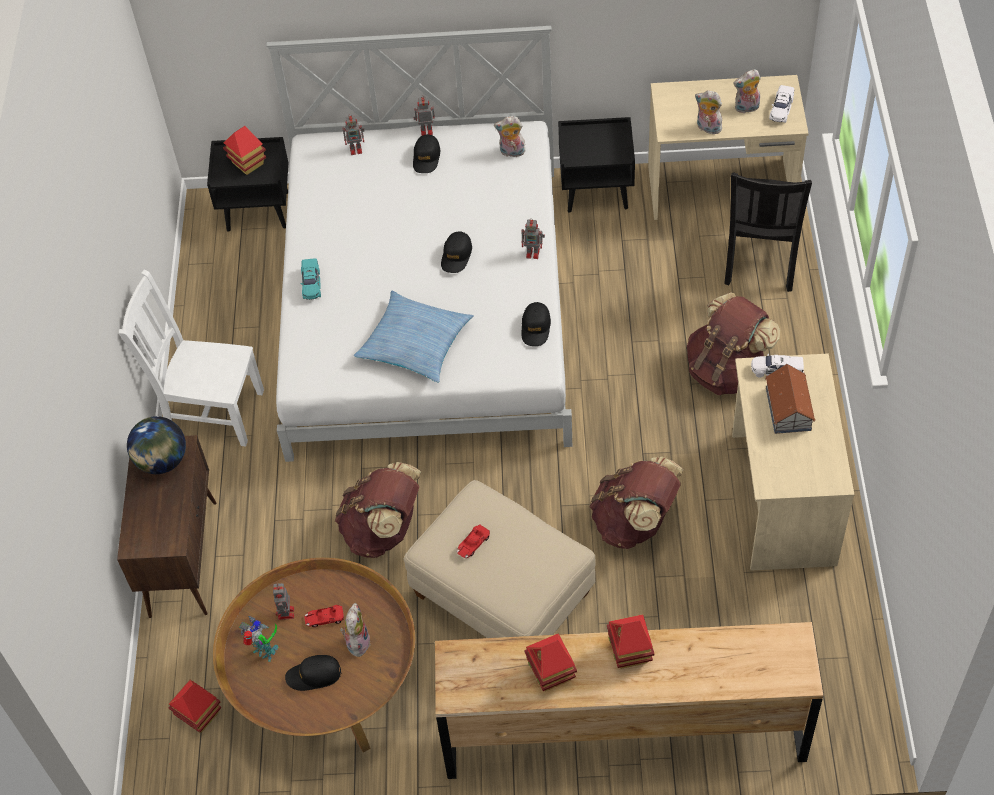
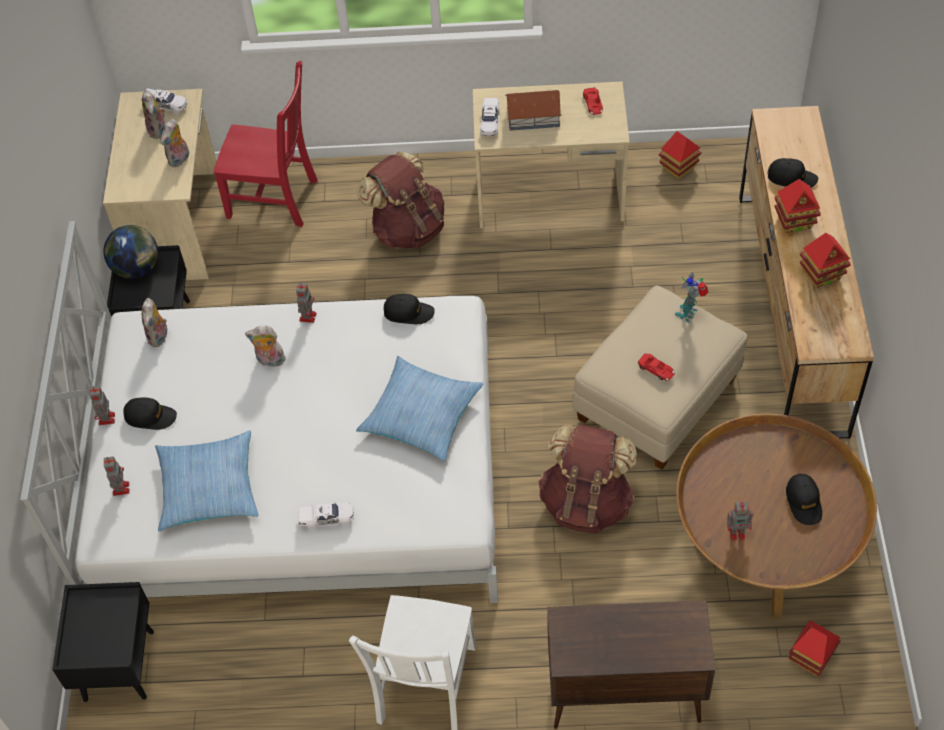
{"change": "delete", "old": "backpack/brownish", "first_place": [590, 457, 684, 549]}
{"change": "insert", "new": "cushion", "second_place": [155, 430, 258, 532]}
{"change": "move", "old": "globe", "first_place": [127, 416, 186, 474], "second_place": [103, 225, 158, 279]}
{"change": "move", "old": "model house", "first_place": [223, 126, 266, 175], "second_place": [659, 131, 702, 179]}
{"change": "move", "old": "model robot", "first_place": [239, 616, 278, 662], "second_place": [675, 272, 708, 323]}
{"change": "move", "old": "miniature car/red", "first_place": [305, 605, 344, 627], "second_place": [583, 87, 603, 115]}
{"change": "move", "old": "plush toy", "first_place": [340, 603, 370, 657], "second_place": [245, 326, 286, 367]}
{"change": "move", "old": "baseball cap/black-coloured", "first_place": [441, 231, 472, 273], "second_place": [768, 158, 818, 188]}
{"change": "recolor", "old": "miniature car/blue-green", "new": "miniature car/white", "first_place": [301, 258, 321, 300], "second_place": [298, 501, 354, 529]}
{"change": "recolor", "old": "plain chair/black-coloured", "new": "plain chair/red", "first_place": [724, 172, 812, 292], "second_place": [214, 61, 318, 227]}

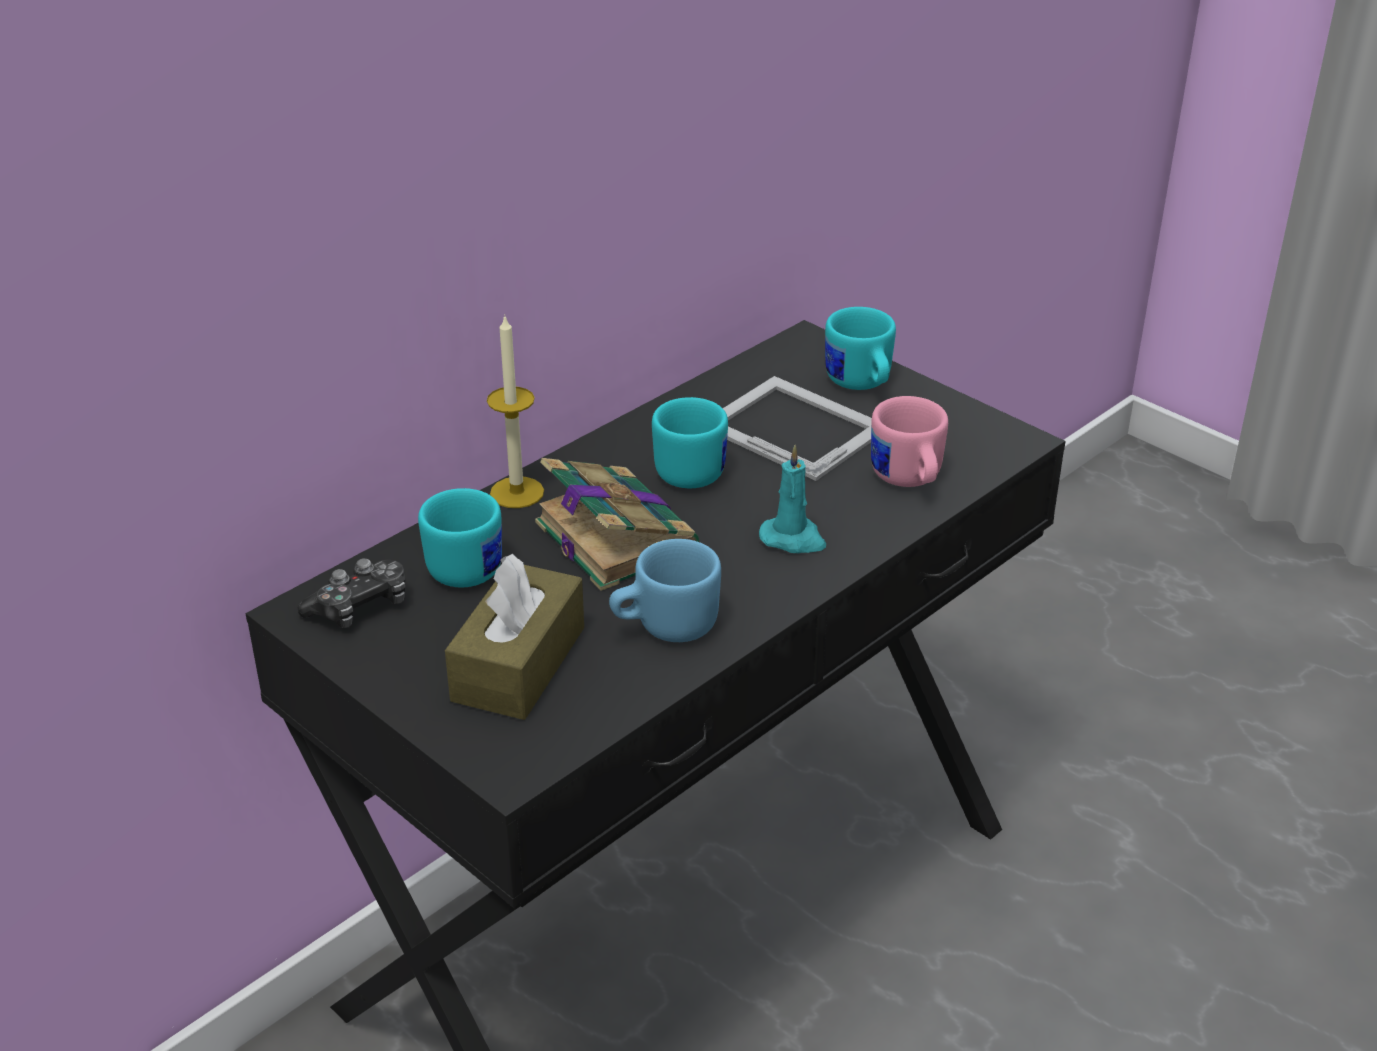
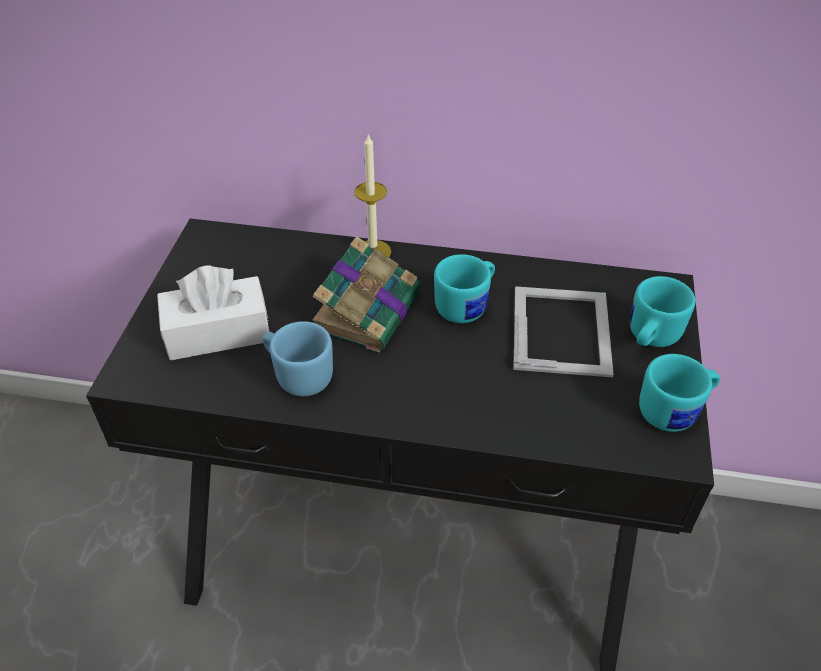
{"change": "delete", "old": "joypad", "first_place": [297, 558, 405, 628]}
{"change": "delete", "old": "wax candle/blue-green", "first_place": [759, 445, 826, 553]}
{"change": "delete", "old": "mug/pink", "first_place": [871, 396, 948, 487]}
{"change": "move", "old": "mug/blue-green", "first_place": [418, 488, 502, 587], "second_place": [639, 354, 720, 432]}
{"change": "recolor", "old": "tissue holder/brownish", "new": "tissue holder/white", "first_place": [445, 554, 584, 720], "second_place": [157, 265, 269, 360]}

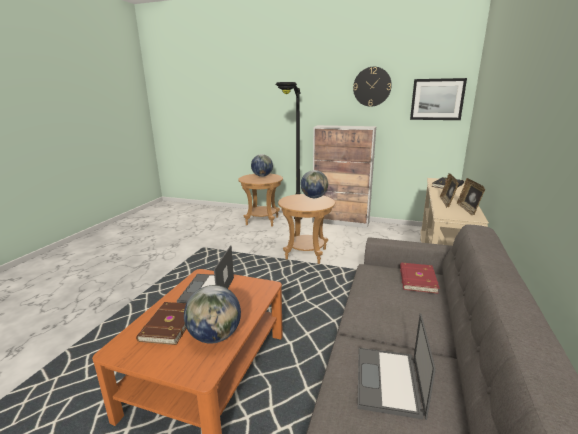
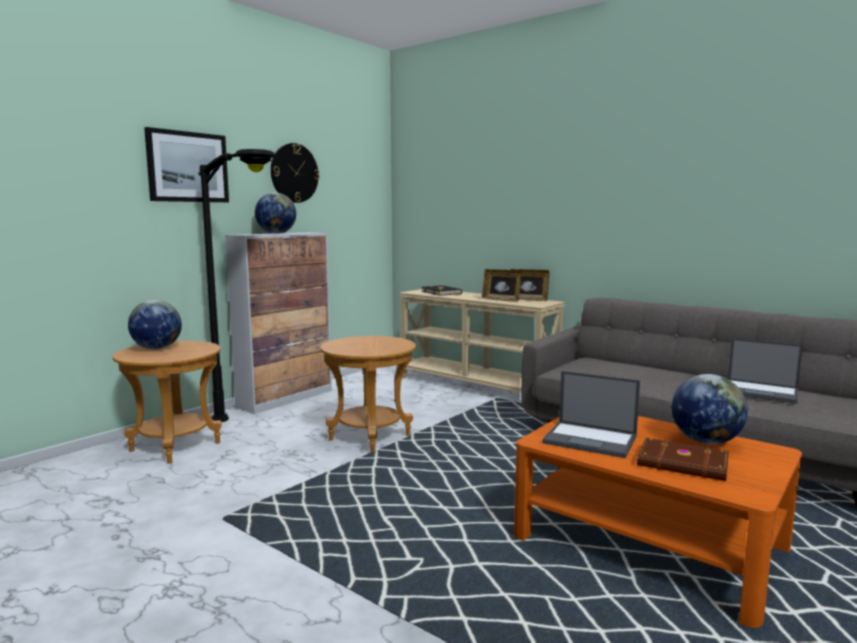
{"change": "delete", "old": "book/red", "first_place": [400, 263, 439, 294]}
{"change": "move", "old": "globe", "first_place": [301, 170, 328, 198], "second_place": [255, 192, 296, 234]}
{"change": "move", "old": "picture", "first_place": [410, 78, 467, 120], "second_place": [144, 127, 229, 202]}

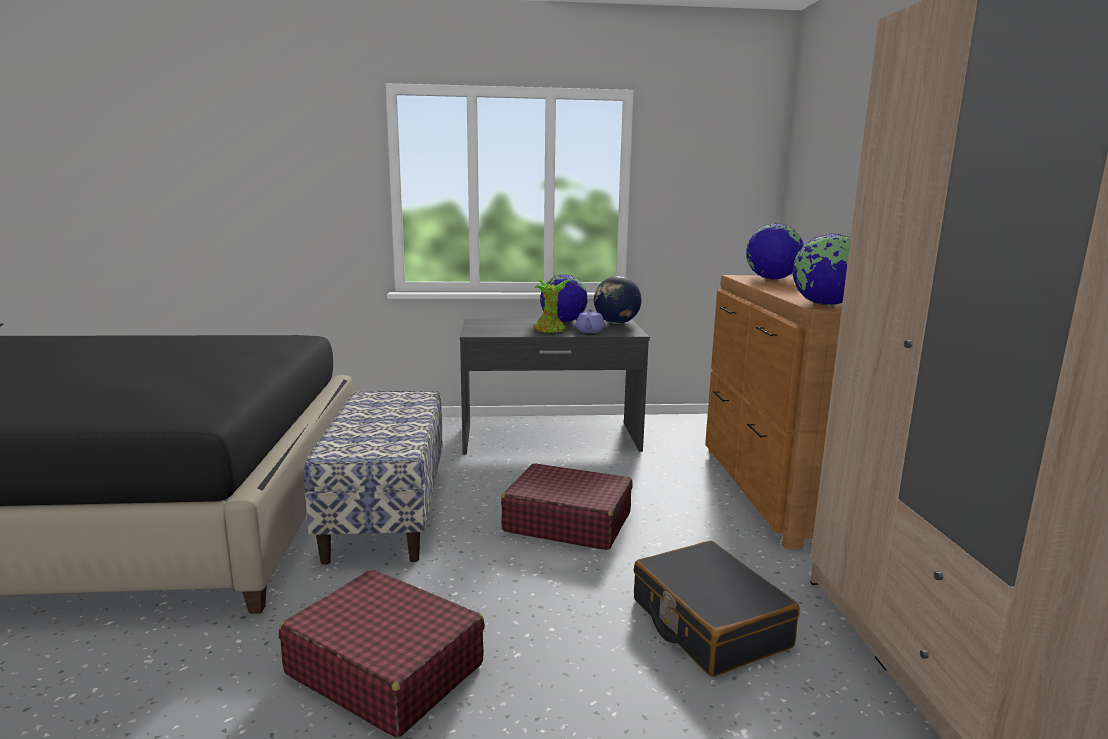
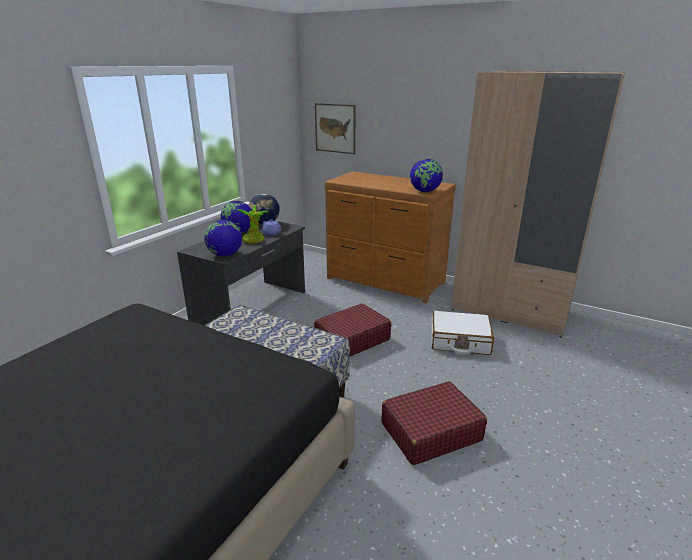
{"change": "insert", "new": "picture", "second_place": [315, 103, 355, 154]}
{"change": "move", "old": "globe", "first_place": [746, 223, 804, 279], "second_place": [204, 220, 242, 257]}
{"change": "recolor", "old": "travel case/black-coloured", "new": "travel case/white", "first_place": [634, 540, 800, 677], "second_place": [432, 311, 494, 355]}

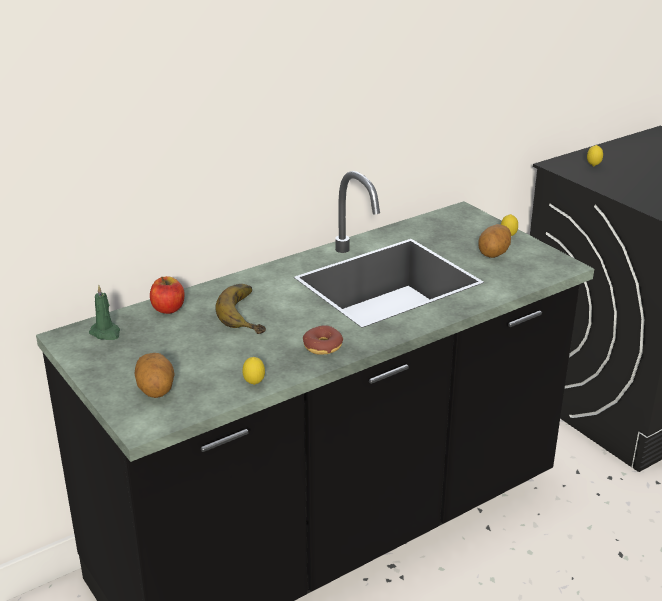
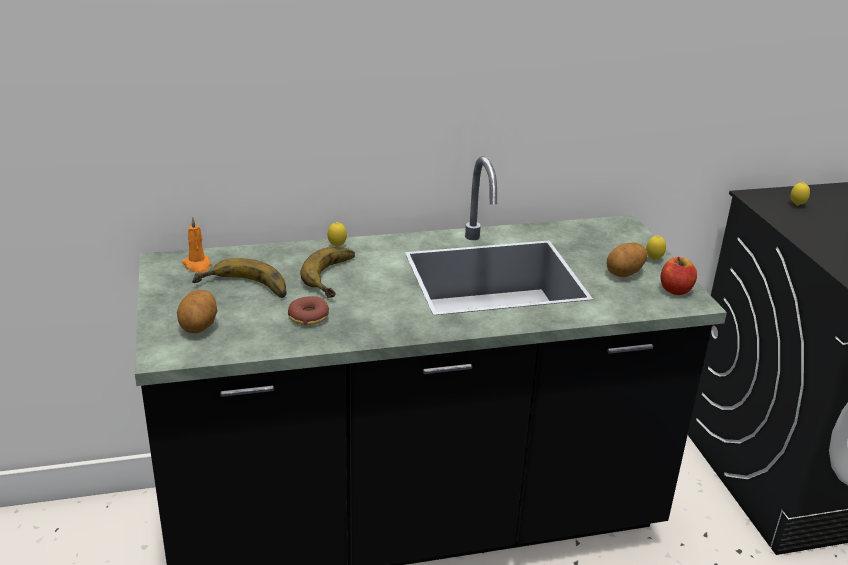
{"change": "insert", "new": "banana fruit", "second_place": [192, 258, 286, 298]}
{"change": "move", "old": "apple", "first_place": [150, 276, 185, 314], "second_place": [660, 257, 697, 295]}
{"change": "move", "old": "citrus fruit", "first_place": [243, 357, 265, 385], "second_place": [328, 222, 347, 247]}
{"change": "move", "old": "ring doughnut", "first_place": [303, 325, 343, 355], "second_place": [288, 296, 329, 325]}
{"change": "recolor", "old": "wax candle/green-coloured", "new": "wax candle/orange", "first_place": [89, 285, 120, 340], "second_place": [182, 217, 211, 273]}

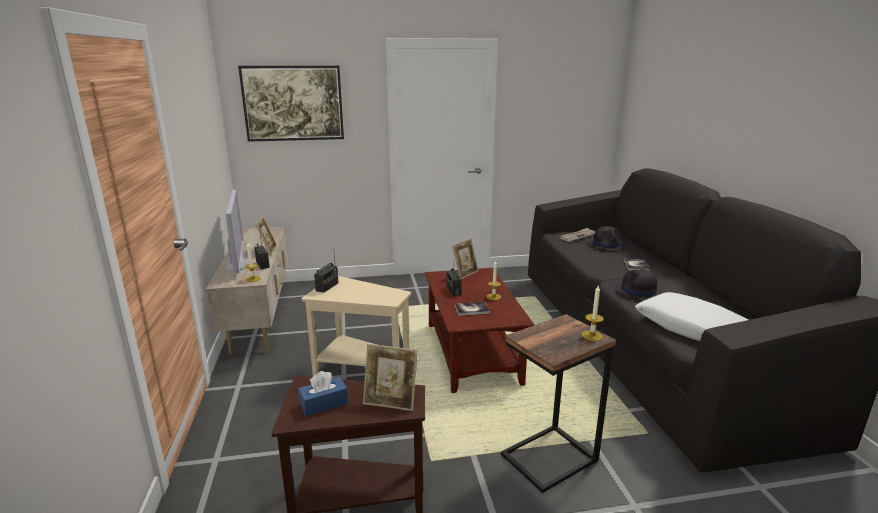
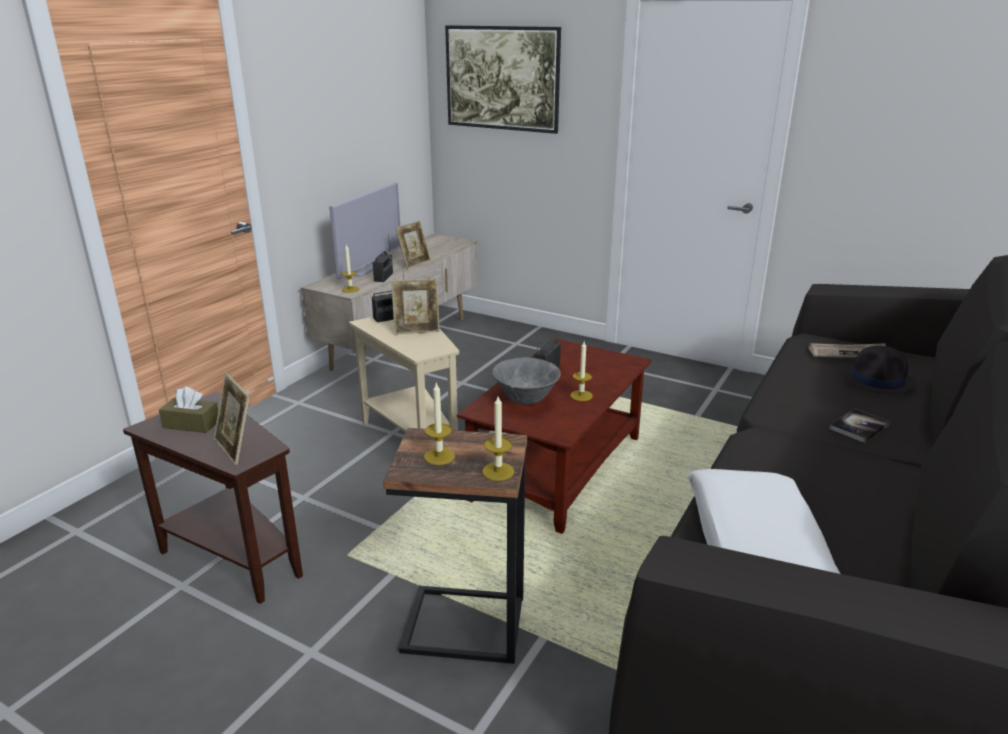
{"change": "delete", "old": "clothing hat/black-coloured", "first_place": [614, 269, 663, 300]}
{"change": "insert", "new": "wax candle", "second_place": [424, 383, 455, 465]}
{"change": "move", "old": "photo frame", "first_place": [452, 239, 479, 279], "second_place": [391, 279, 440, 335]}
{"change": "replace", "old": "book", "new": "serving bowl/gray", "first_place": [455, 302, 490, 316], "second_place": [492, 357, 561, 405]}
{"change": "recolor", "old": "tissue holder/blue-coloured", "new": "tissue holder/brownish", "first_place": [298, 371, 348, 416], "second_place": [159, 387, 218, 433]}

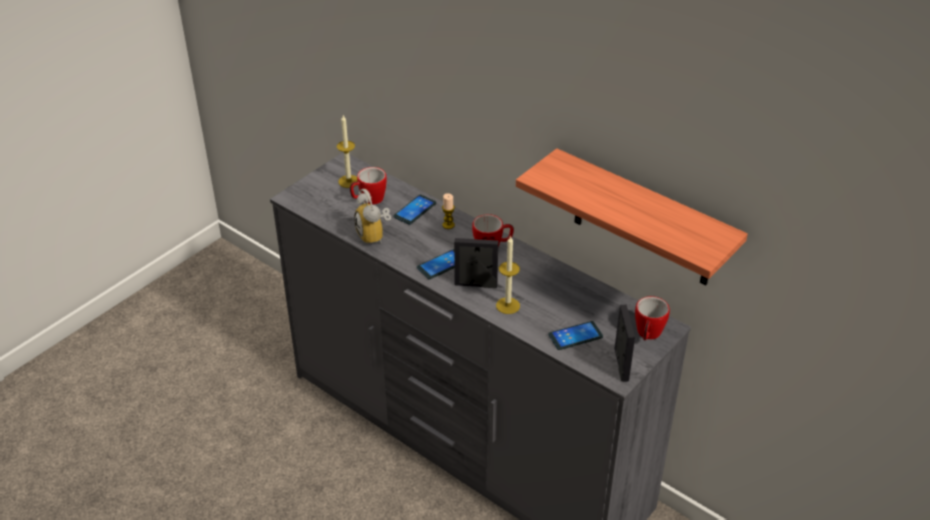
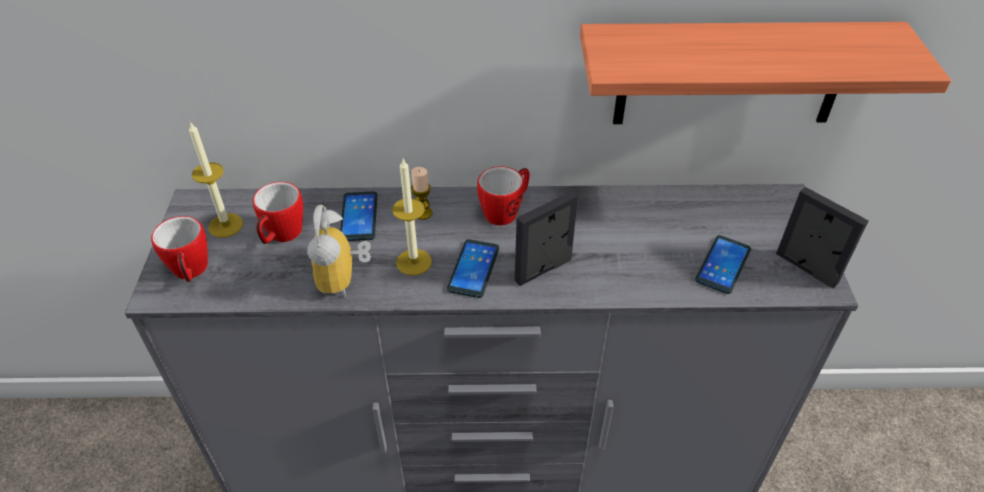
{"change": "move", "old": "wax candle", "first_place": [496, 235, 520, 314], "second_place": [392, 159, 432, 275]}
{"change": "move", "old": "mug", "first_place": [635, 296, 670, 340], "second_place": [151, 216, 208, 282]}
{"change": "rotate", "old": "table clock", "first_place": [354, 189, 391, 245], "second_place": [307, 205, 371, 297], "degrees": 60}

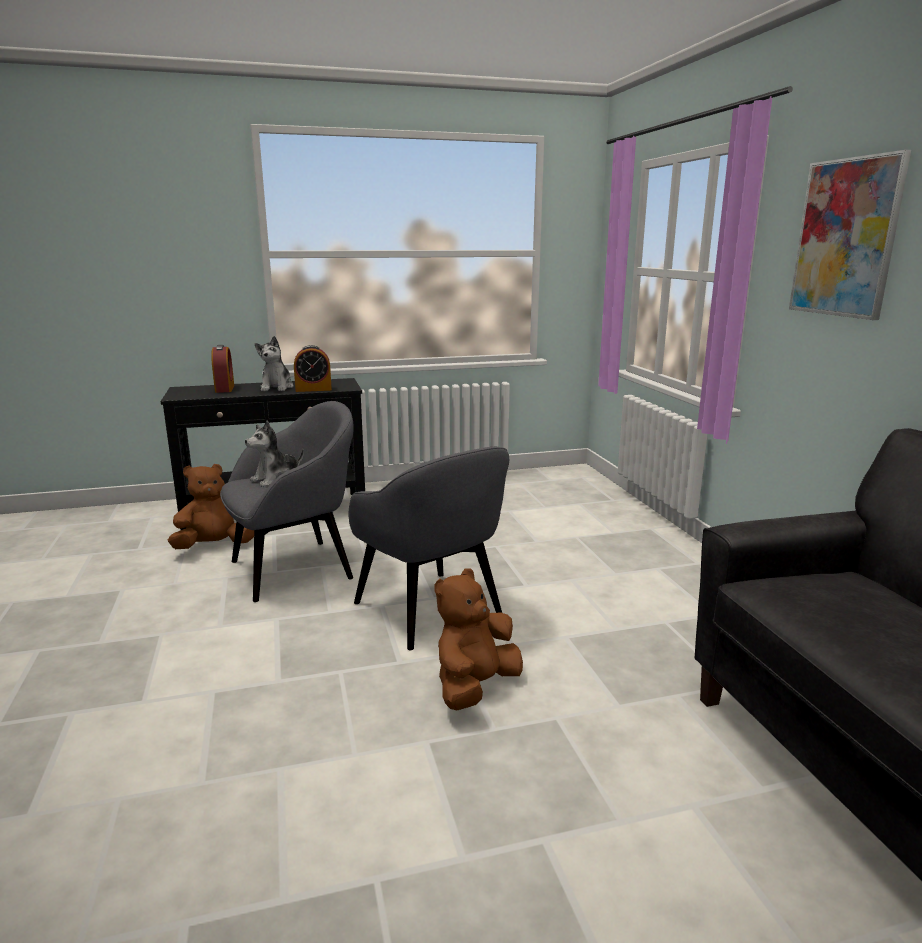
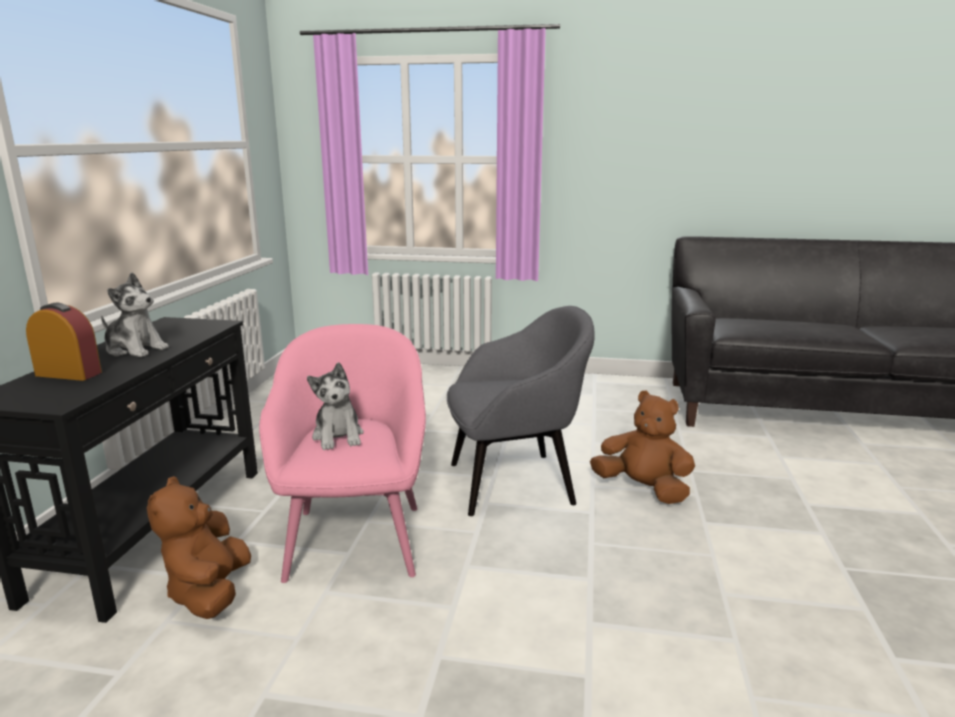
{"change": "delete", "old": "table clock", "first_place": [294, 345, 332, 392]}
{"change": "delete", "old": "picture", "first_place": [789, 150, 911, 320]}
{"change": "recolor", "old": "lounge chair/gray", "new": "lounge chair/pink", "first_place": [220, 401, 354, 602], "second_place": [259, 324, 426, 583]}
{"change": "rotate", "old": "plush toy/brownish", "first_place": [434, 568, 523, 710], "second_place": [590, 391, 695, 504], "degrees": 150}

